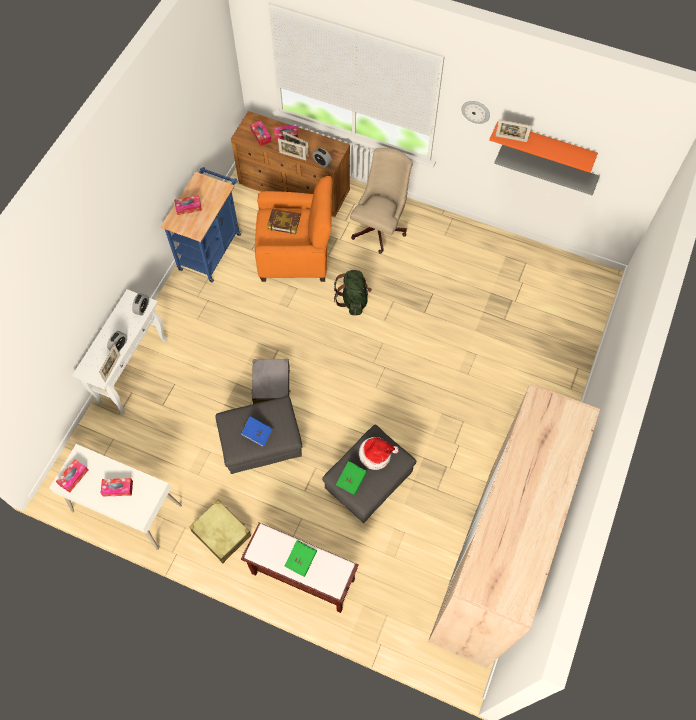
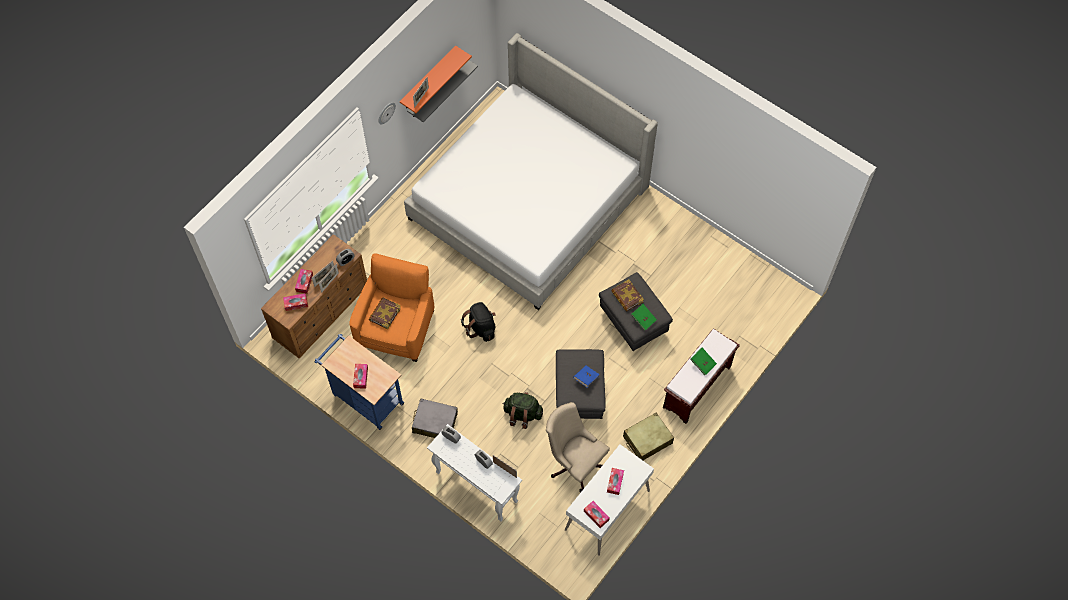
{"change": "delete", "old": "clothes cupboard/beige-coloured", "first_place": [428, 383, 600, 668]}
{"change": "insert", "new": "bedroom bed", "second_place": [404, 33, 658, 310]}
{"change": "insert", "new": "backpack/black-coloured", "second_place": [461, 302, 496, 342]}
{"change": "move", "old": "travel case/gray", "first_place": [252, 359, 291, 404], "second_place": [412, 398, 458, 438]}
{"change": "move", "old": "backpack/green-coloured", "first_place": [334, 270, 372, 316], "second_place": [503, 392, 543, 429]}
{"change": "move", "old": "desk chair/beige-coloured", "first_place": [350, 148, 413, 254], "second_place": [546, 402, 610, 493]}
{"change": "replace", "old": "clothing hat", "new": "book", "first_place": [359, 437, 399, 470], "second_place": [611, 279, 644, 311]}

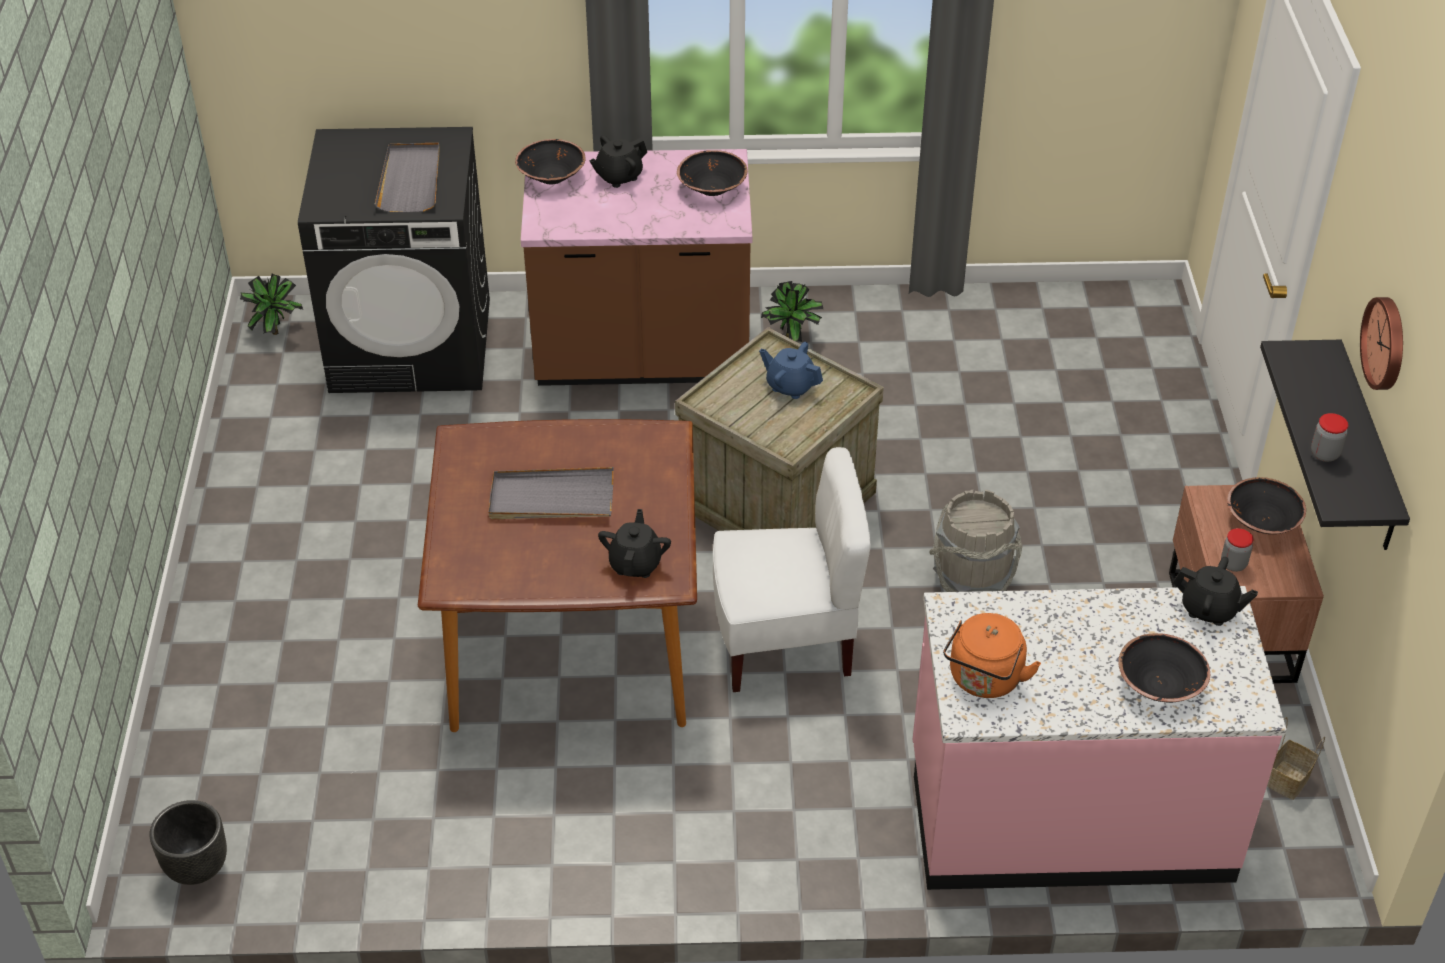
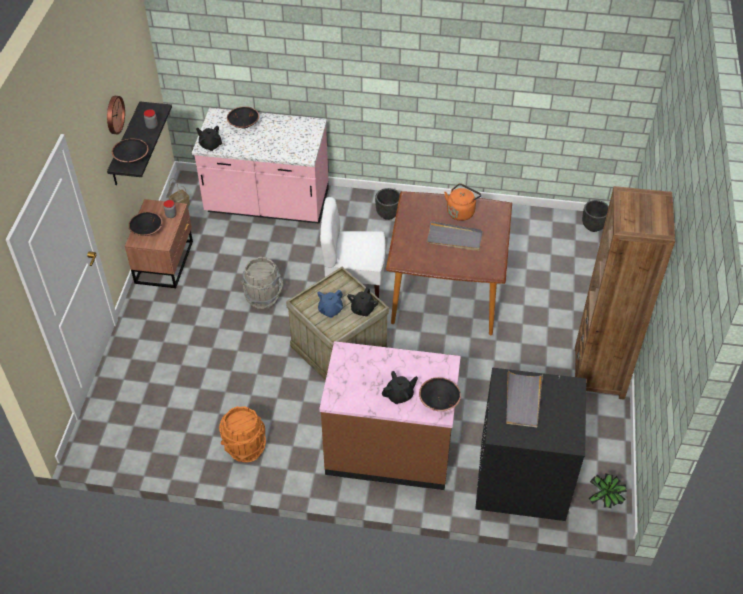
{"change": "delete", "old": "plant in a pot", "first_place": [761, 281, 823, 342]}
{"change": "insert", "new": "bucket/orange", "second_place": [219, 406, 266, 462]}
{"change": "insert", "new": "flower pot/black-coloured", "second_place": [375, 188, 400, 220]}
{"change": "insert", "new": "shelving unit/brownish", "second_place": [575, 186, 675, 400]}
{"change": "move", "old": "pot for tea/black-coloured", "first_place": [598, 509, 671, 578], "second_place": [347, 287, 378, 316]}
{"change": "move", "old": "serving bowl/black-coloured", "first_place": [677, 150, 748, 196], "second_place": [112, 139, 148, 163]}
{"change": "move", "old": "kettle/orange", "first_place": [943, 613, 1041, 698], "second_place": [444, 183, 481, 221]}
{"change": "rotate", "old": "pot for tea/blue-coloured", "first_place": [759, 342, 823, 399], "second_place": [317, 290, 343, 318], "degrees": 90}

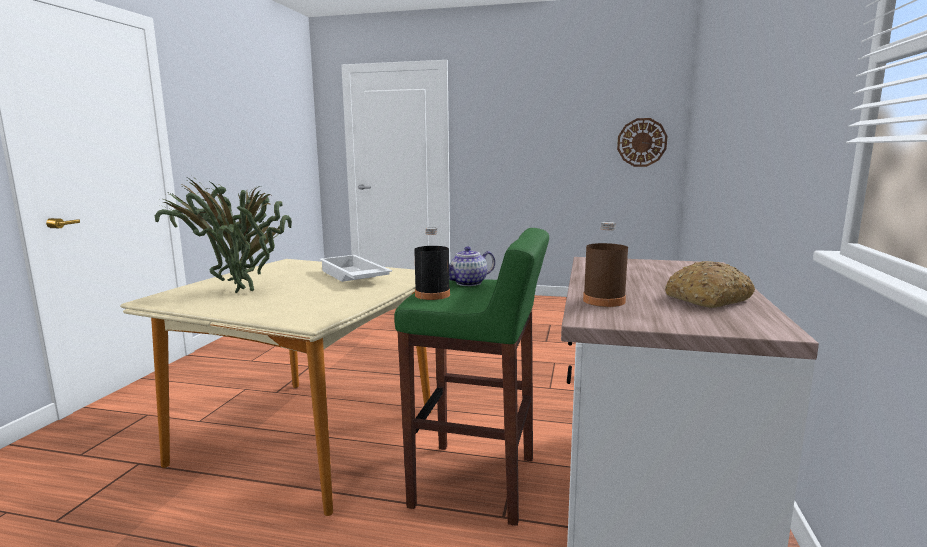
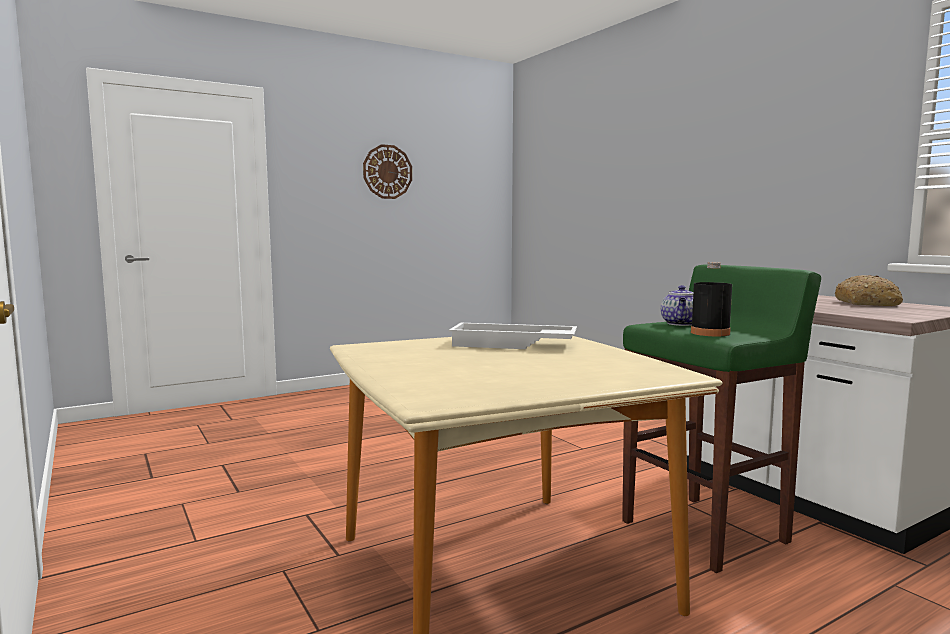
{"change": "delete", "old": "plant in a pot", "first_place": [155, 176, 292, 293]}
{"change": "delete", "old": "drink bottle/brownish", "first_place": [583, 222, 628, 307]}
{"change": "move", "old": "wall clock", "first_place": [617, 118, 667, 167], "second_place": [363, 144, 412, 199]}

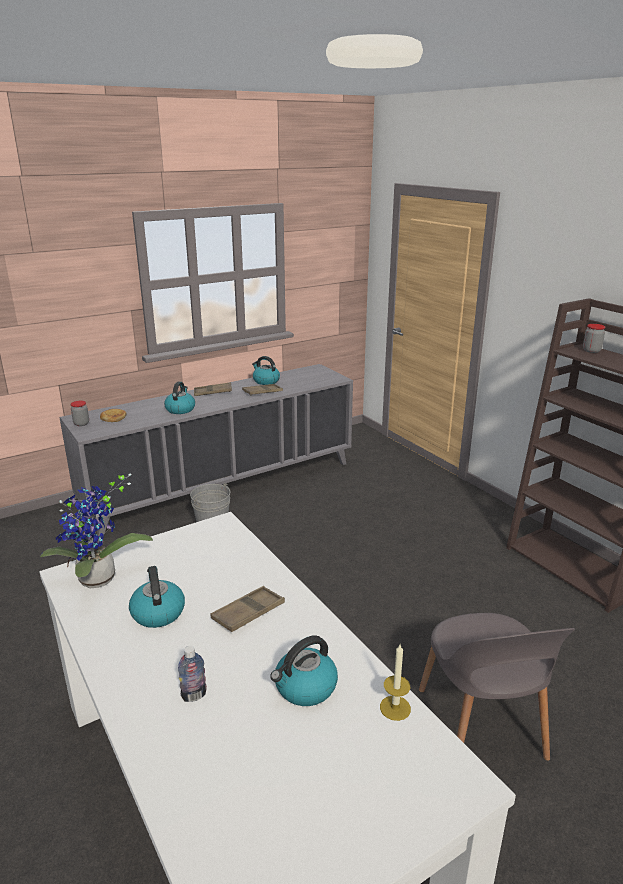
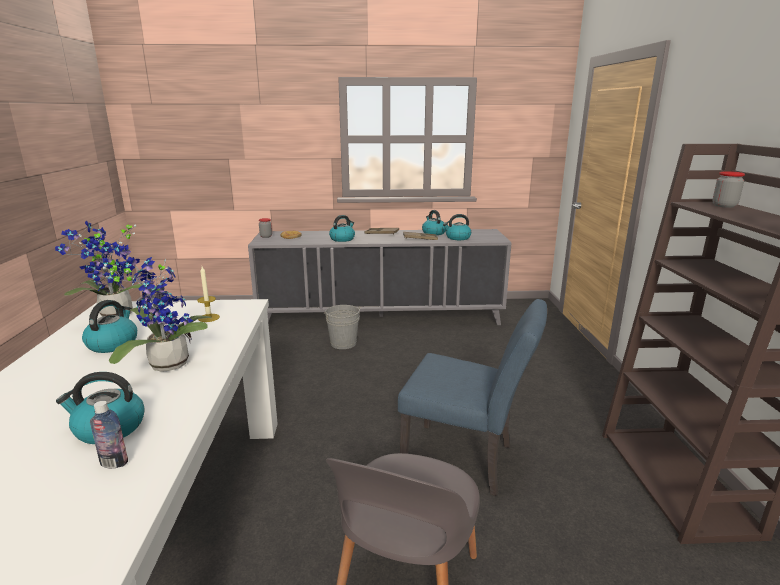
{"change": "insert", "new": "plain chair/blue-coloured", "second_place": [398, 299, 547, 496]}
{"change": "insert", "new": "kettle", "second_place": [443, 214, 471, 240]}
{"change": "move", "old": "drink bottle", "first_place": [178, 646, 207, 702], "second_place": [90, 401, 128, 468]}
{"change": "move", "old": "wax candle", "first_place": [380, 645, 411, 721], "second_place": [197, 266, 220, 322]}
{"change": "replace", "old": "serving tray/brownish", "new": "plant in a pot", "first_place": [211, 586, 285, 632], "second_place": [103, 242, 212, 372]}

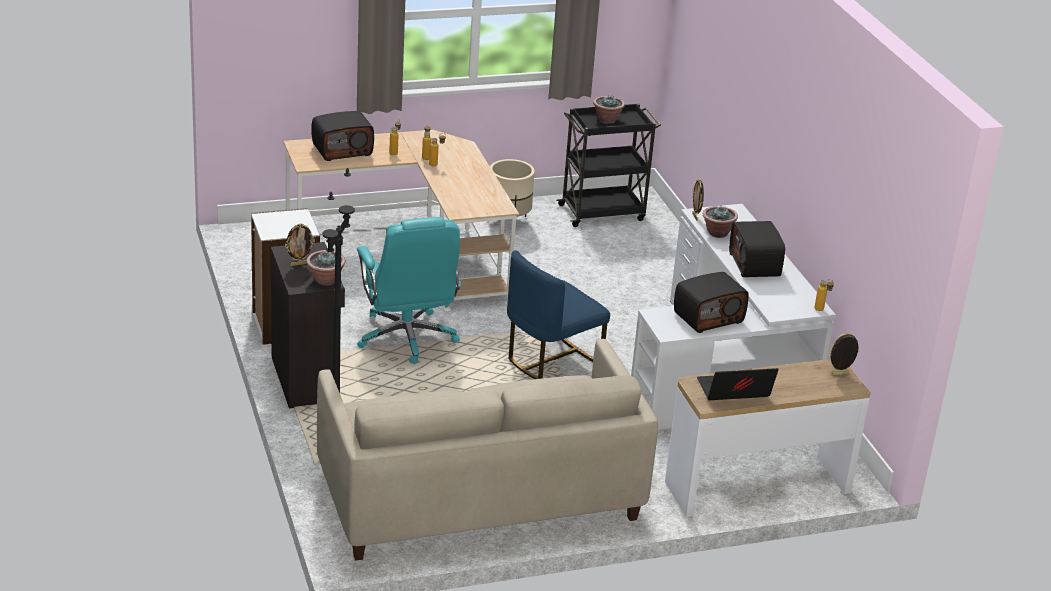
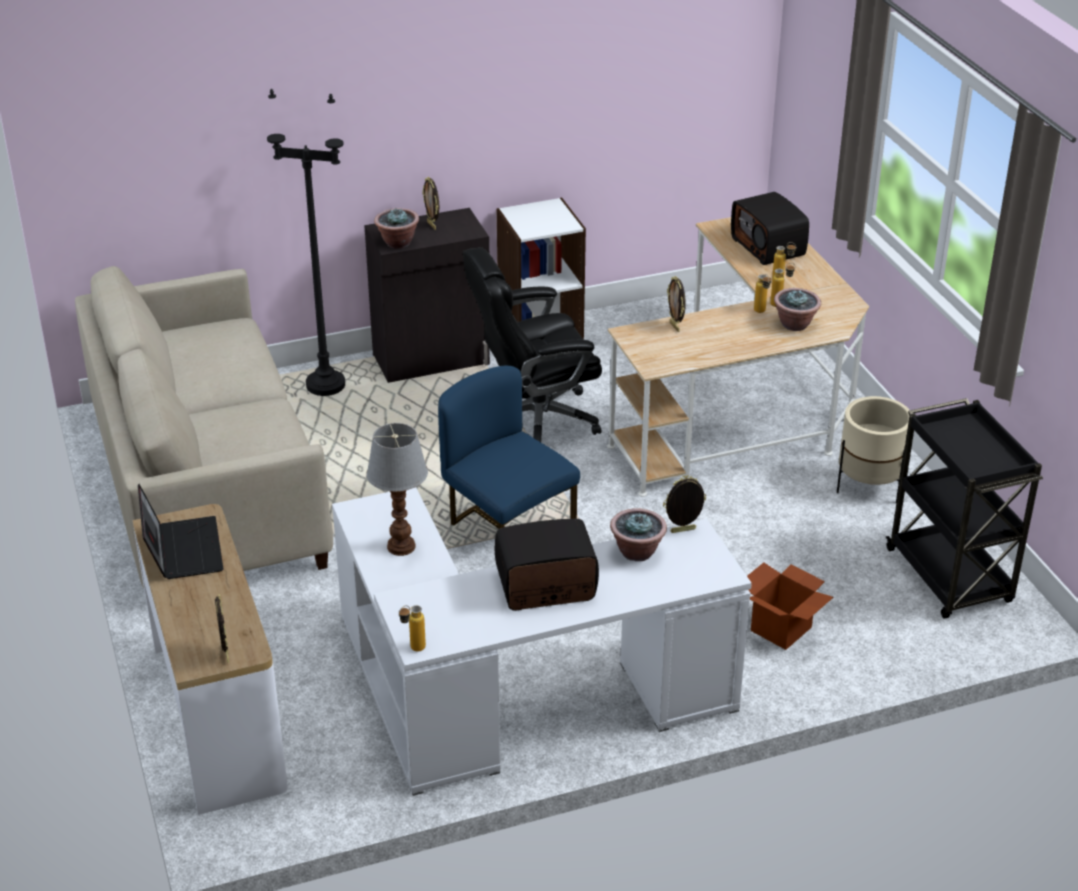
{"change": "insert", "new": "photo frame", "second_place": [667, 276, 686, 332]}
{"change": "insert", "new": "carton", "second_place": [747, 562, 834, 650]}
{"change": "move", "old": "plant in a pot", "first_place": [593, 95, 625, 124], "second_place": [774, 288, 821, 331]}
{"change": "replace", "old": "radio receiver", "new": "tabletop lamp", "first_place": [674, 272, 749, 333], "second_place": [366, 423, 428, 556]}
{"change": "recolor", "old": "desk chair/blue-green", "new": "desk chair/black-coloured", "first_place": [357, 217, 461, 364], "second_place": [463, 247, 602, 442]}

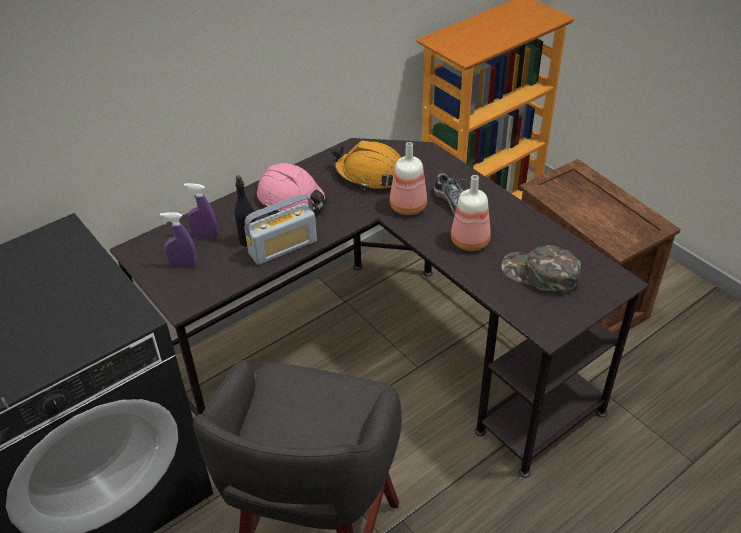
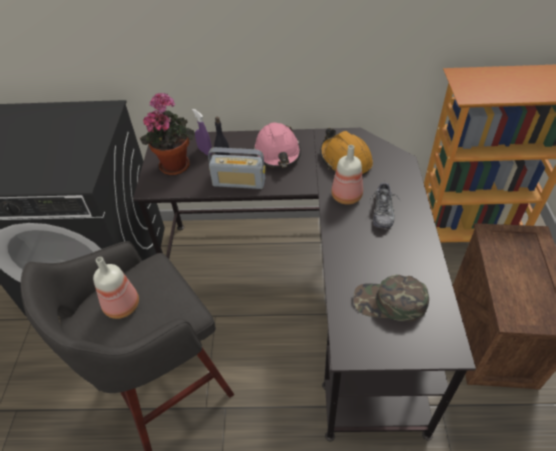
{"change": "move", "old": "drink bottle", "first_place": [451, 175, 491, 251], "second_place": [93, 257, 139, 319]}
{"change": "replace", "old": "hand sprayer/purple-coloured", "new": "plant in a pot", "first_place": [160, 213, 197, 268], "second_place": [140, 93, 195, 175]}
{"change": "rotate", "old": "baseball cap/green-coloured", "first_place": [502, 245, 581, 295], "second_place": [353, 275, 429, 322], "degrees": -60}

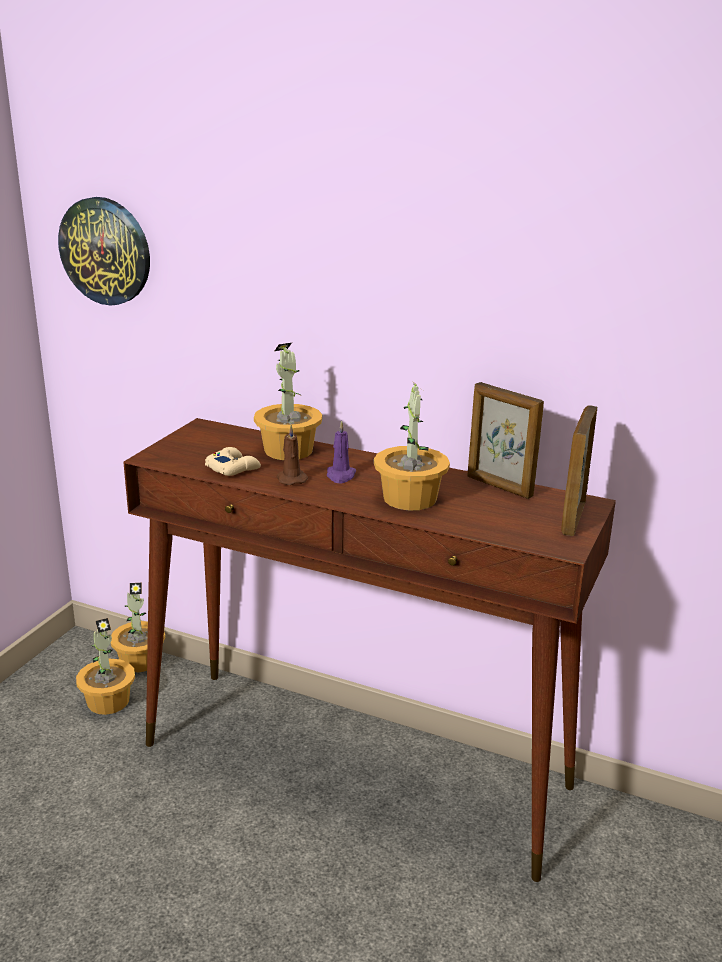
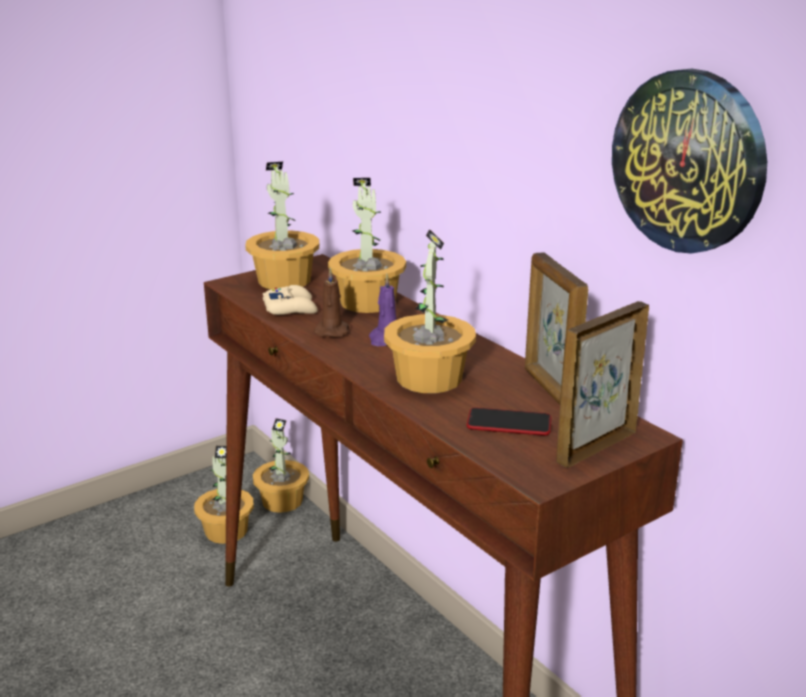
{"change": "insert", "new": "plant in a pot", "second_place": [245, 162, 319, 289]}
{"change": "insert", "new": "handset", "second_place": [467, 407, 551, 436]}
{"change": "move", "old": "wall clock", "first_place": [58, 197, 150, 306], "second_place": [612, 69, 767, 254]}

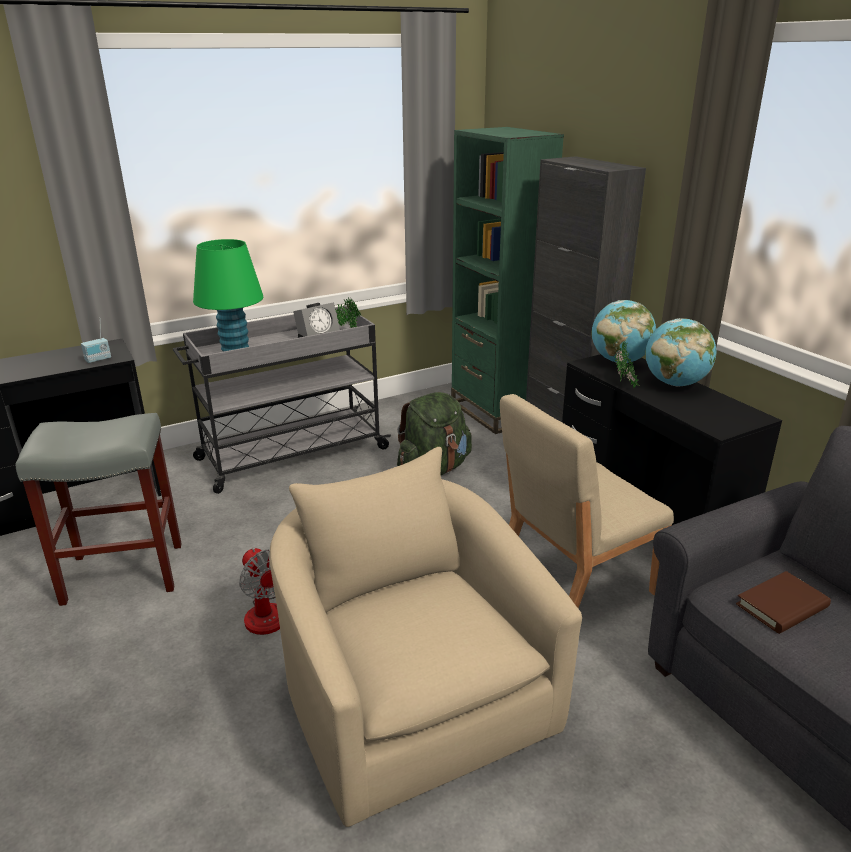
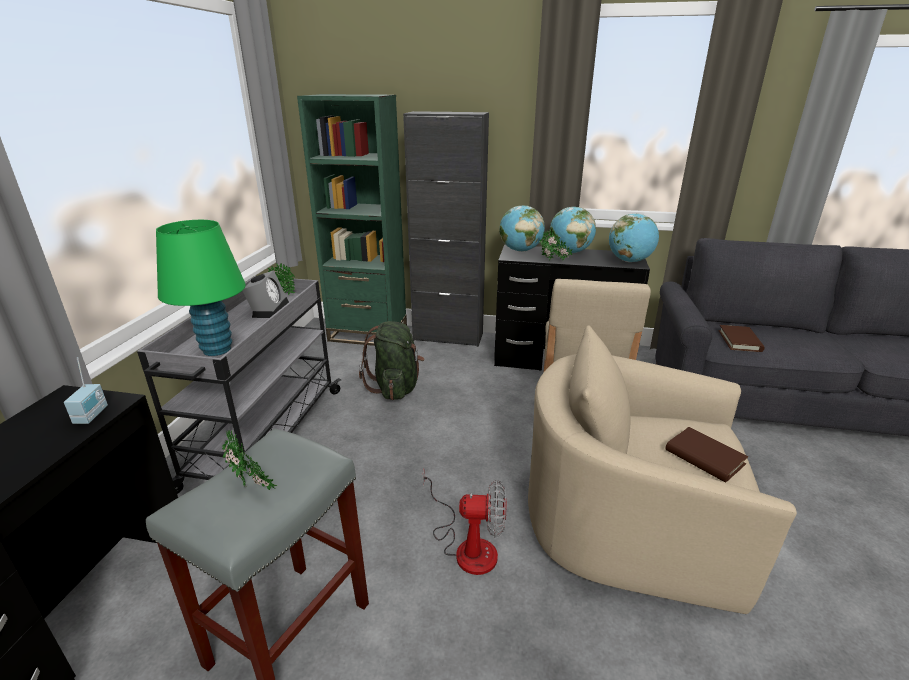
{"change": "insert", "new": "plant in a pot", "second_place": [222, 430, 277, 490]}
{"change": "insert", "new": "globe", "second_place": [609, 213, 659, 262]}
{"change": "insert", "new": "book/brownish", "second_place": [665, 427, 748, 483]}

